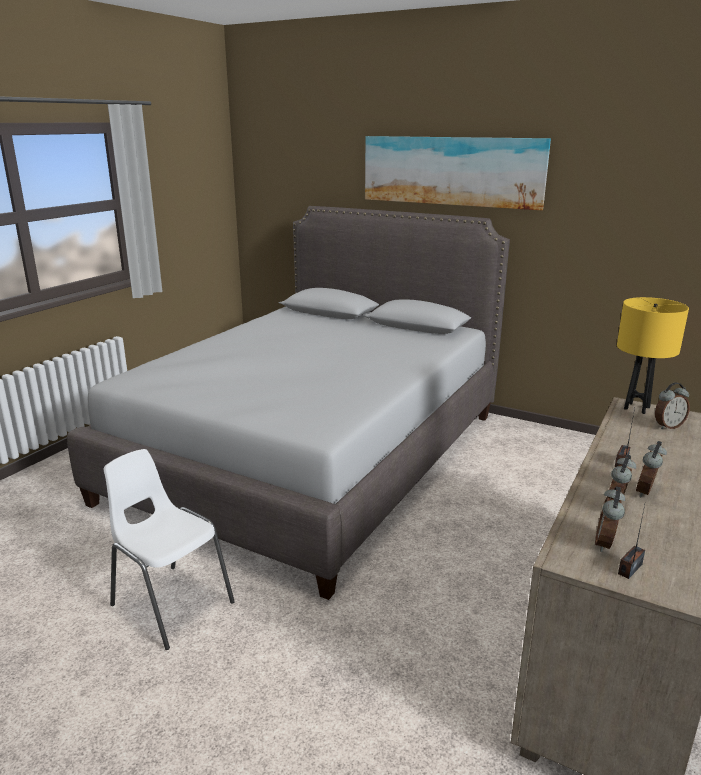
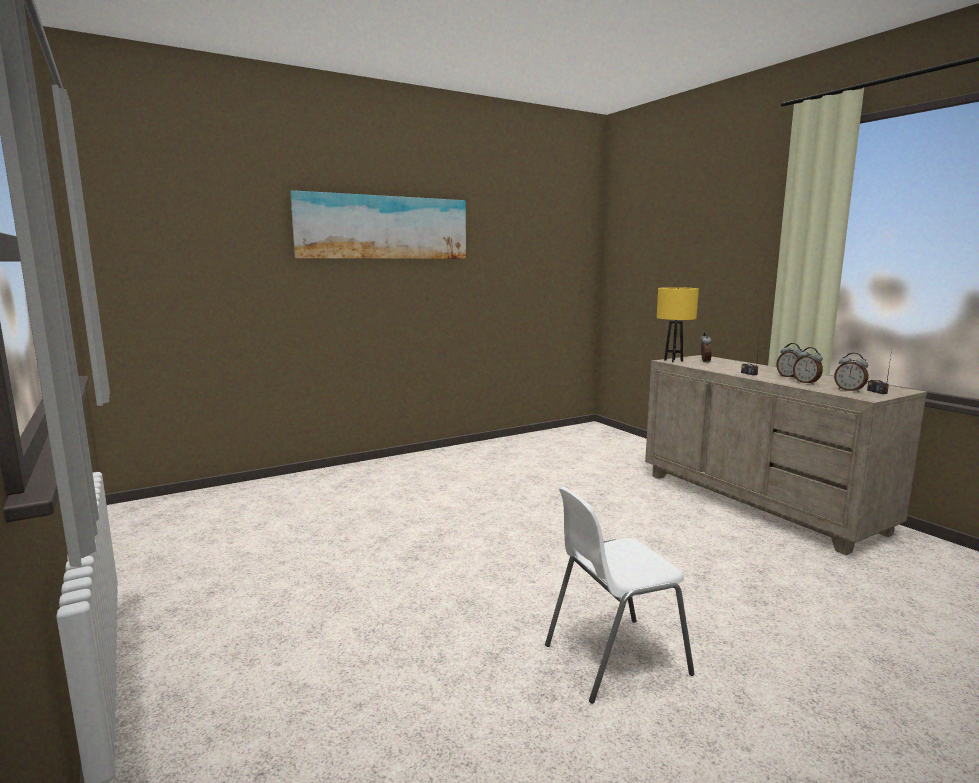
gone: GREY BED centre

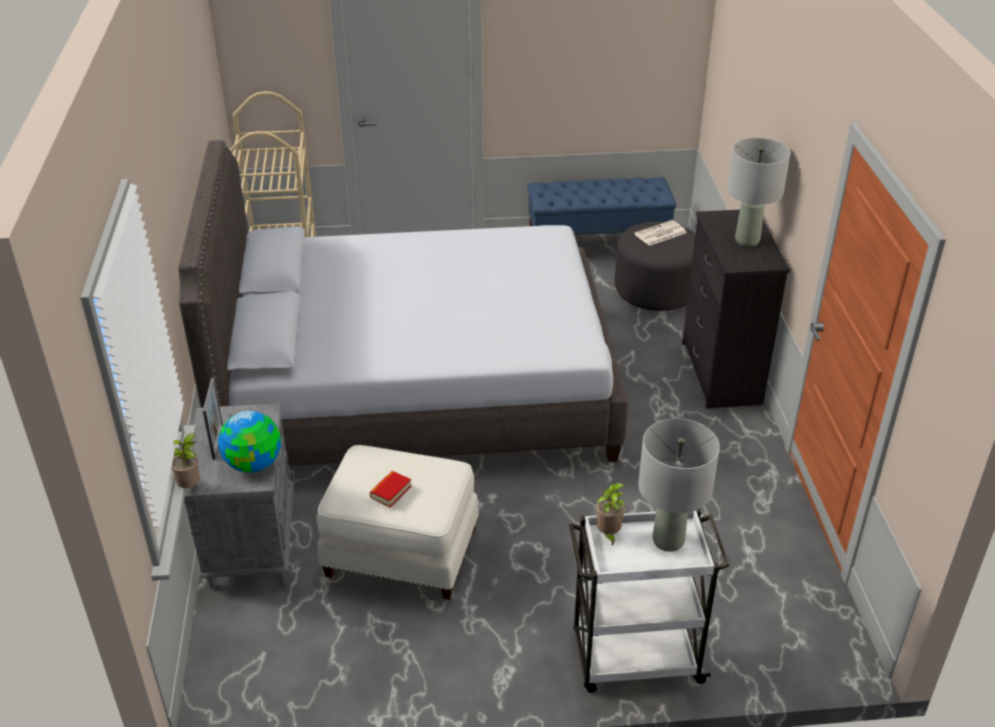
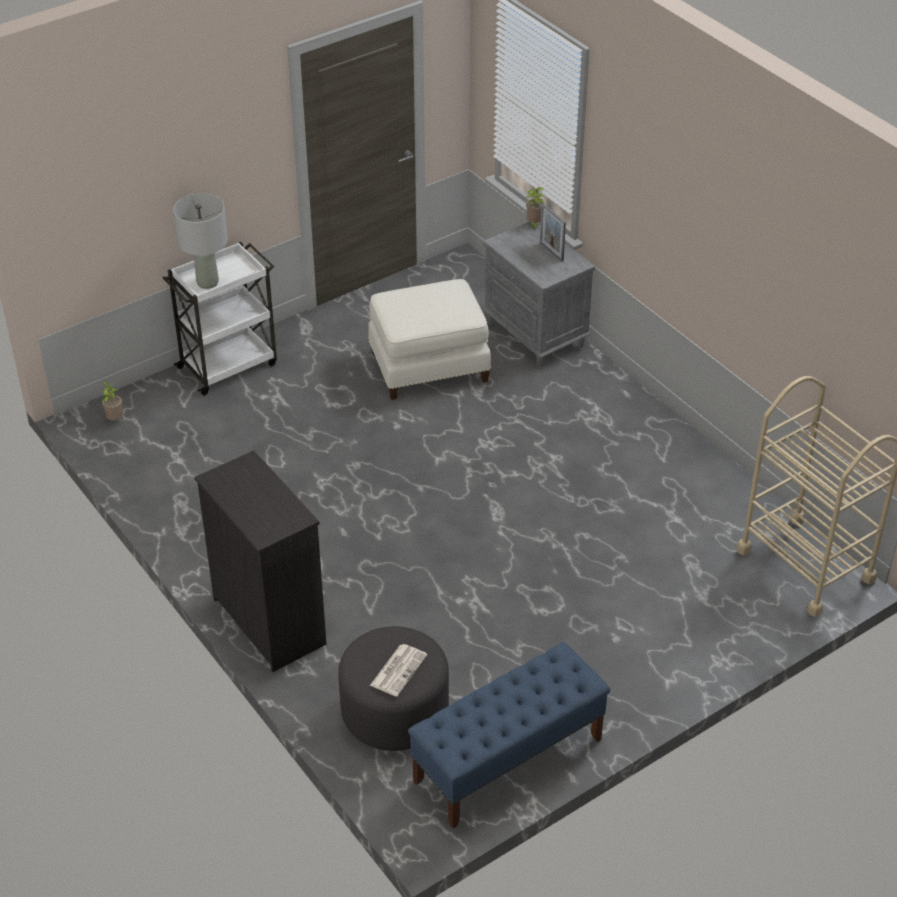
gone: GREY BED centre; GLOBE middle left; BOOK bottom centre; GREY TABLE LAMP (no. 2 from left) top right
shifted: POTTED PLANT (no. 2 from left in the first image) bottom centre to POTTED PLANT (no. 1 from left) middle left

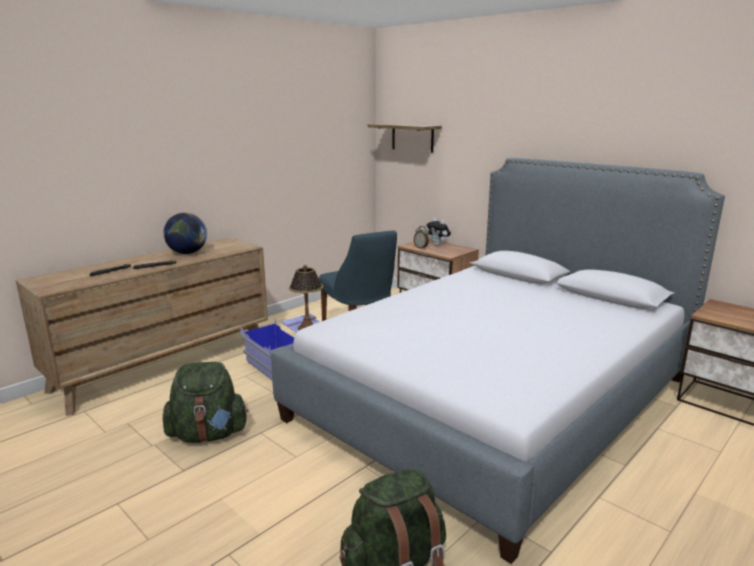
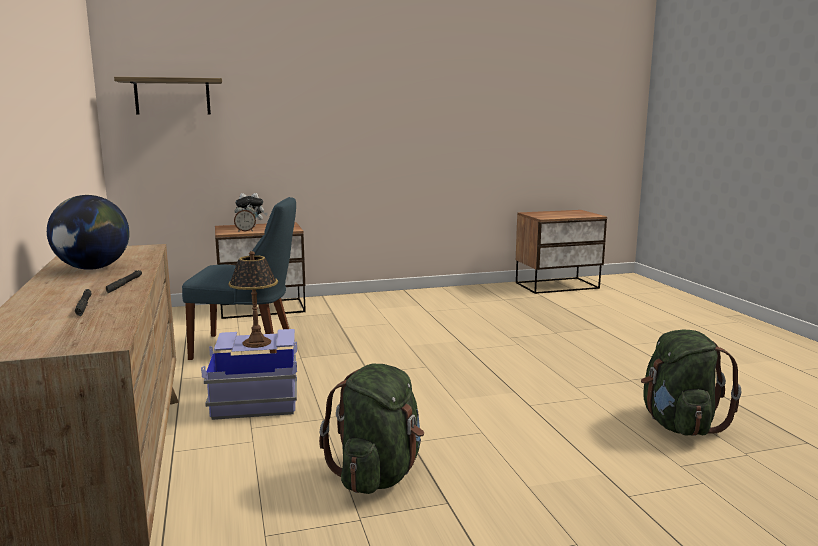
gone: BED centre

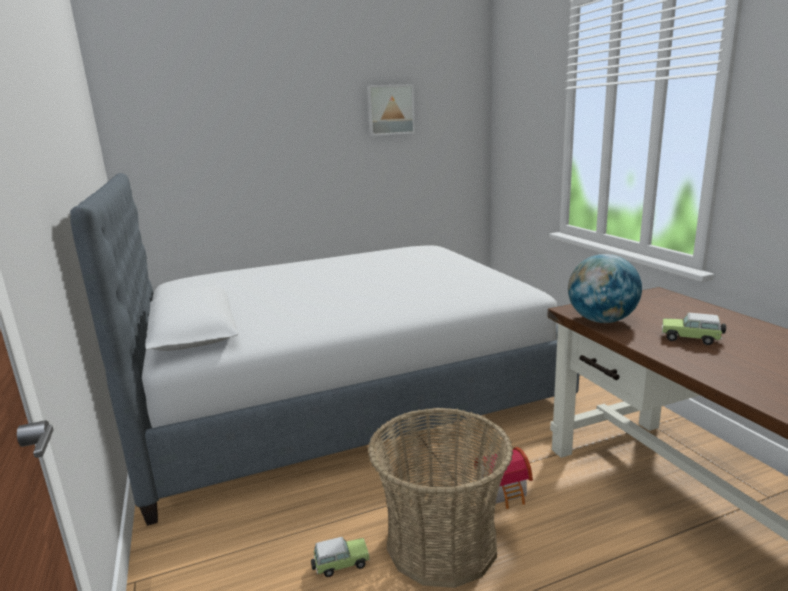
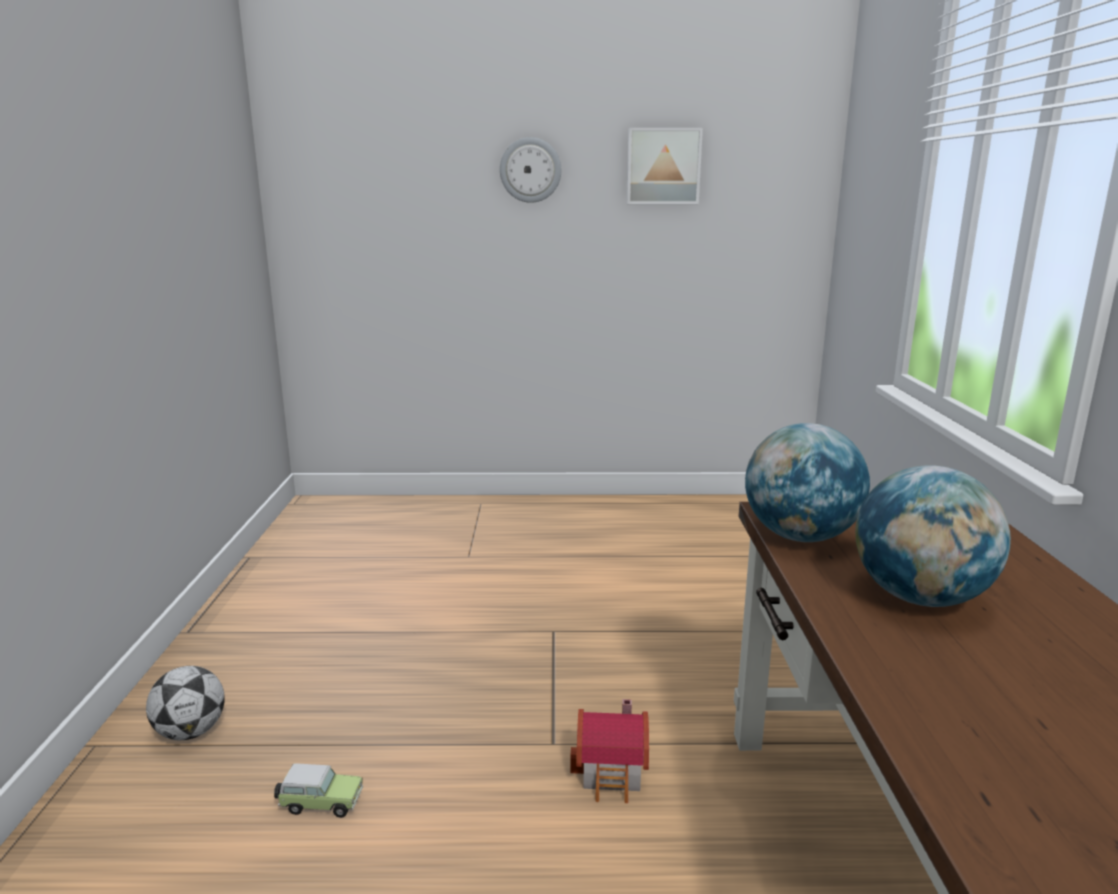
gone: BED centre; BASKET bottom centre
new: FOOTBALL bottom left; WALL CLOCK top centre
swapped: TOY CAR (no. 2 from left) middle right to GLOBE (no. 2 from left) middle right

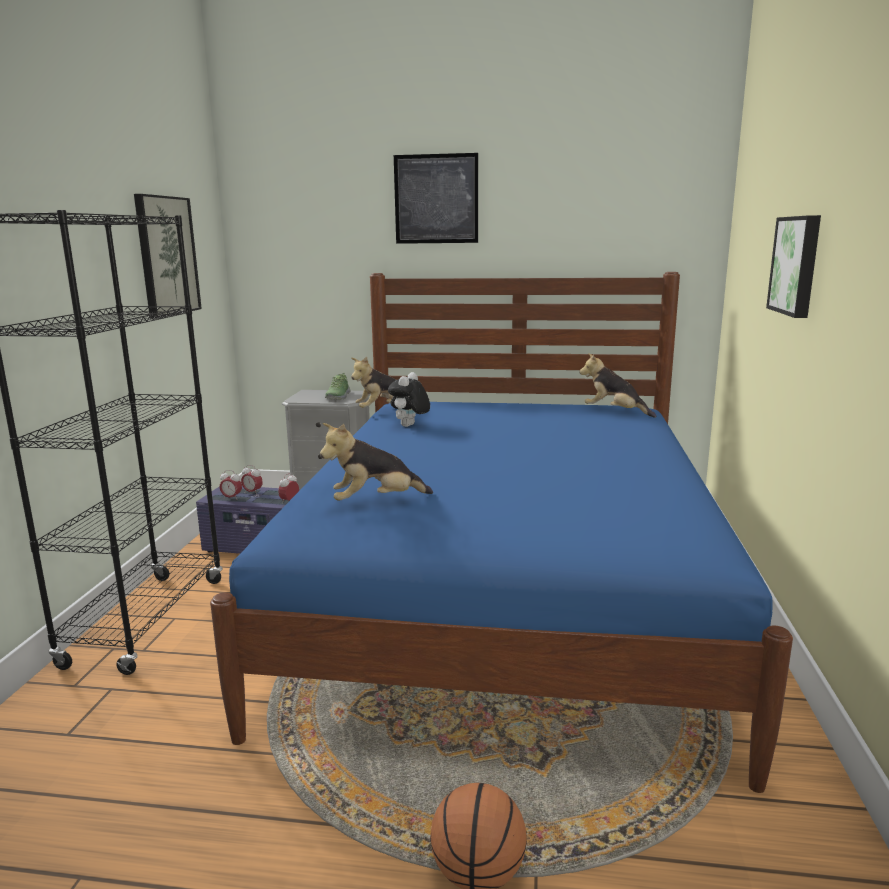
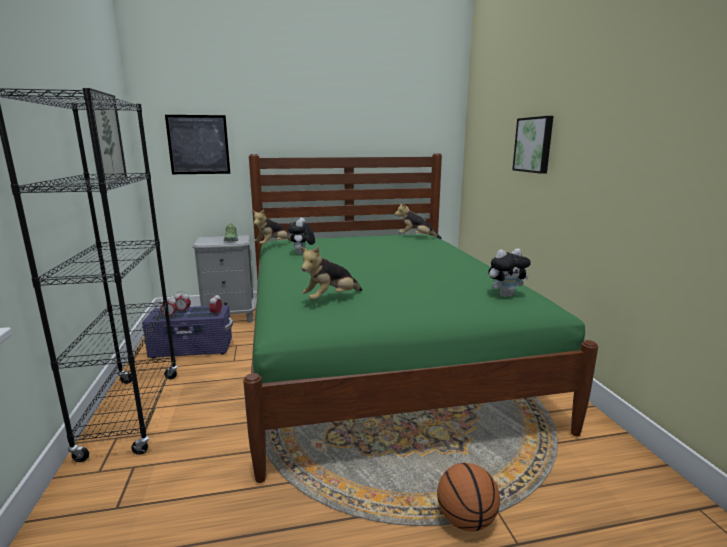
new: PLUSH TOY (no. 5 from left) middle right
shifted: PICTURE (no. 2 from left) top centre to top left
repainted: BLUE BED centre to GREEN BED centre

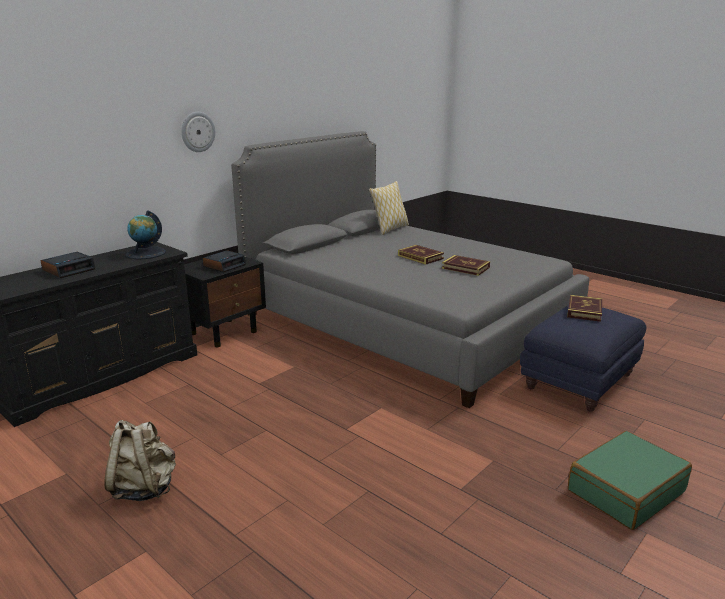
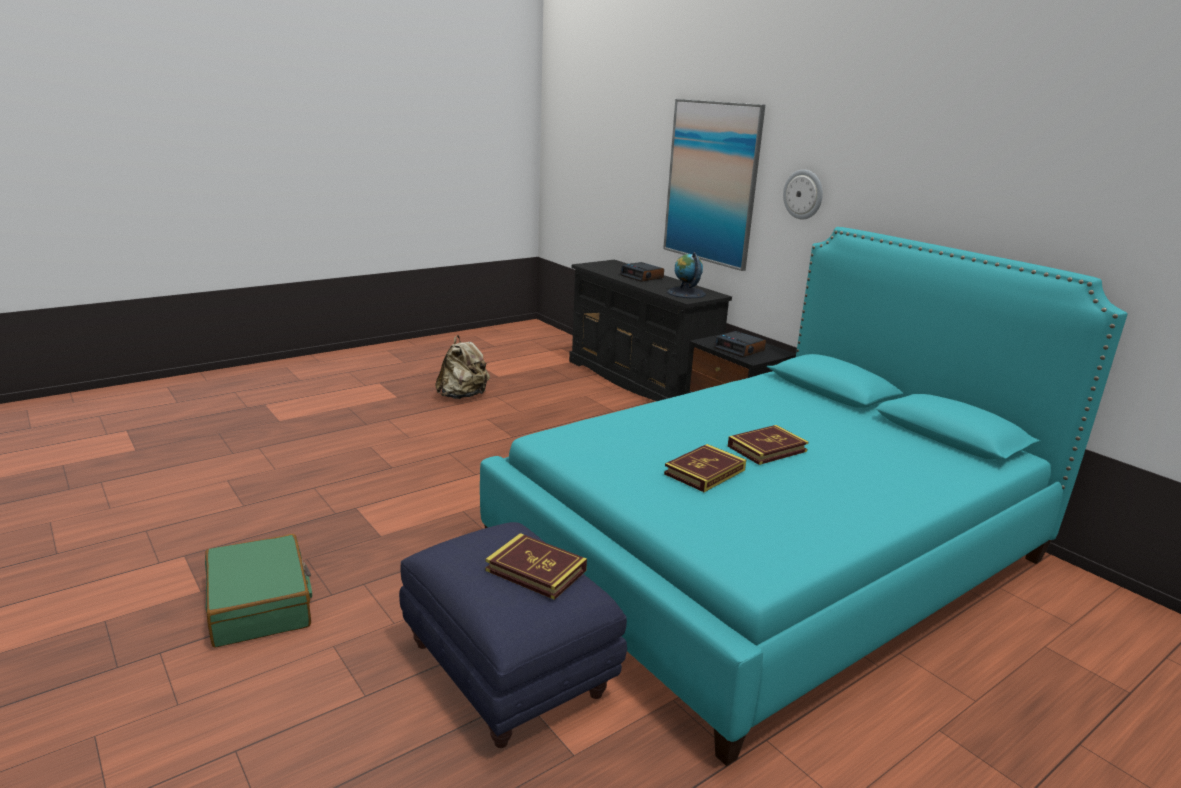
gone: PILLOW centre
new: PICTURE top centre
repainted: GREY BED centre to TURQUOISE BED middle right

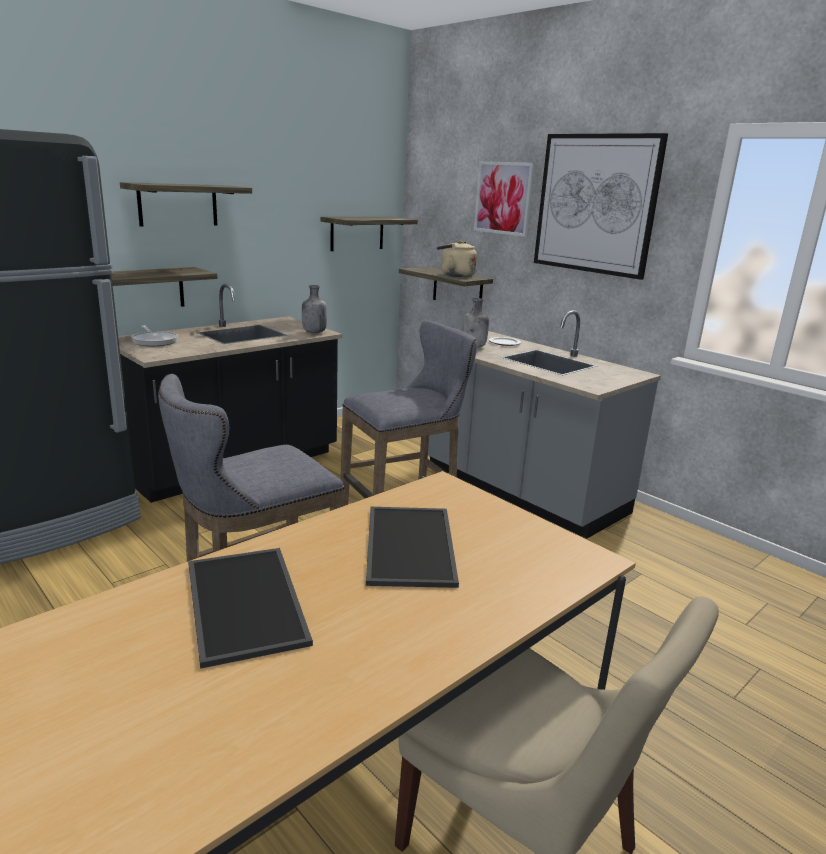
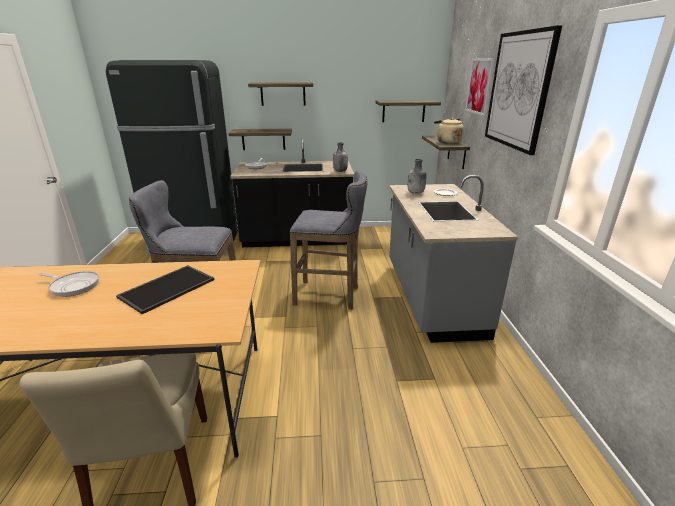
swapped: TRAY (no. 1 from left) bottom left to FRYING PAN (no. 1 from left) middle left

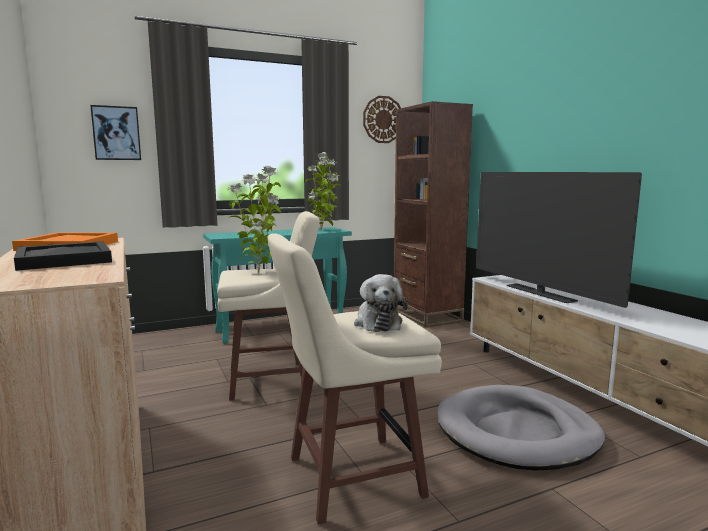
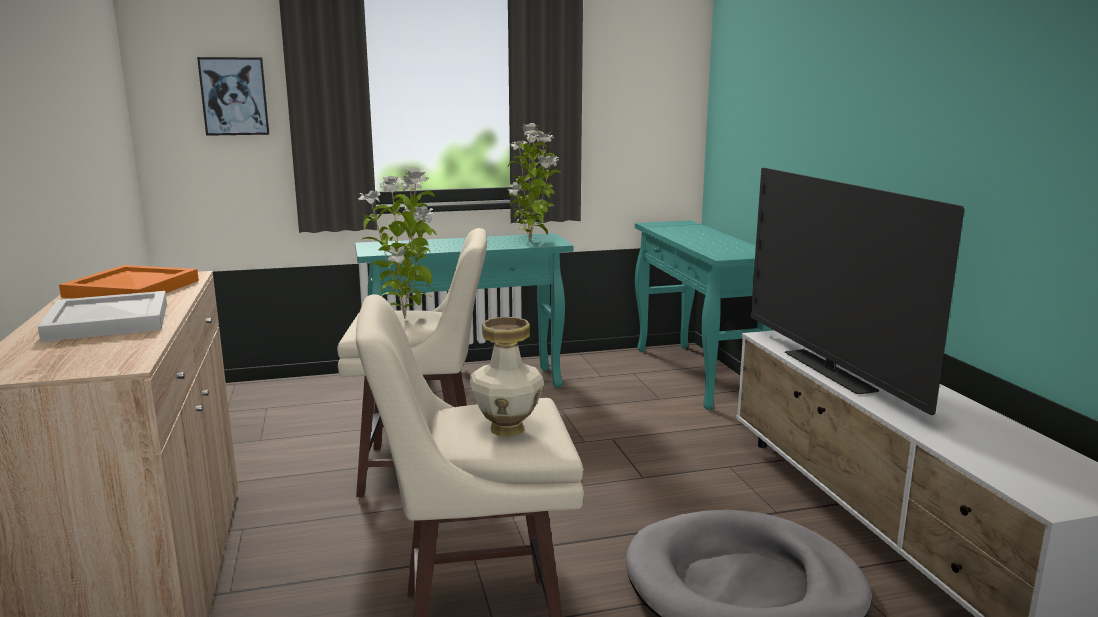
gone: WALL CLOCK top centre
swapped: PLUSH TOY centre to VASE centre; BROWN BOOKCASE centre to TURQUOISE CONSOLE TABLE (no. 2 from left) centre
repainted: BLACK TRAY middle left to WHITE TRAY middle left

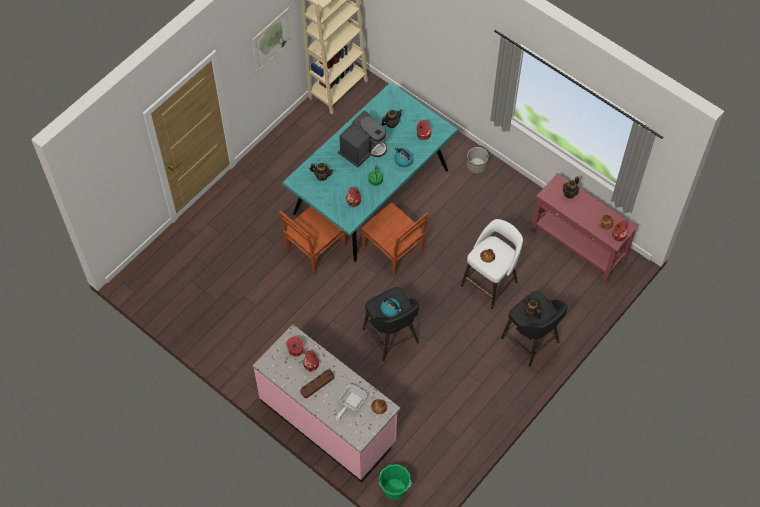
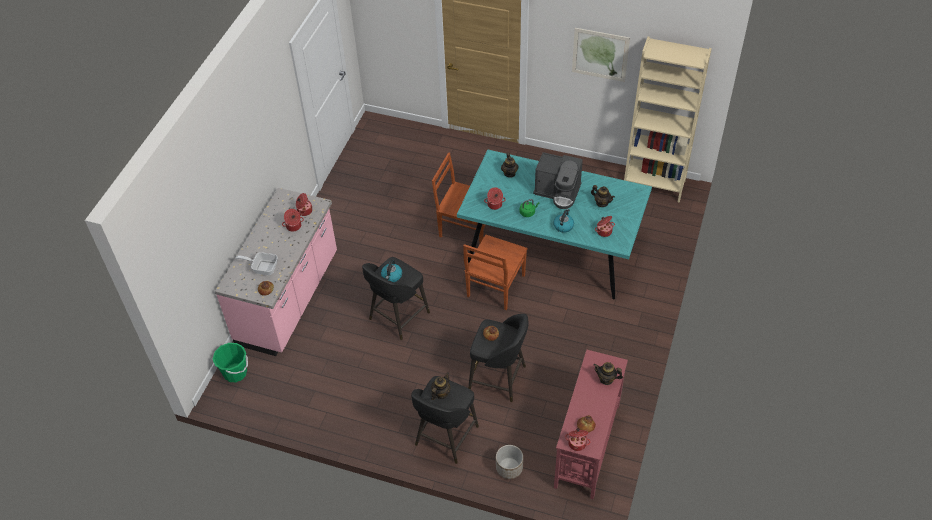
gone: BROWN TRAY bottom centre
shifted: PLANTER top centre to bottom centre
repainted: WHITE STOOL centre to BLACK STOOL (no. 3 from left) bottom centre

